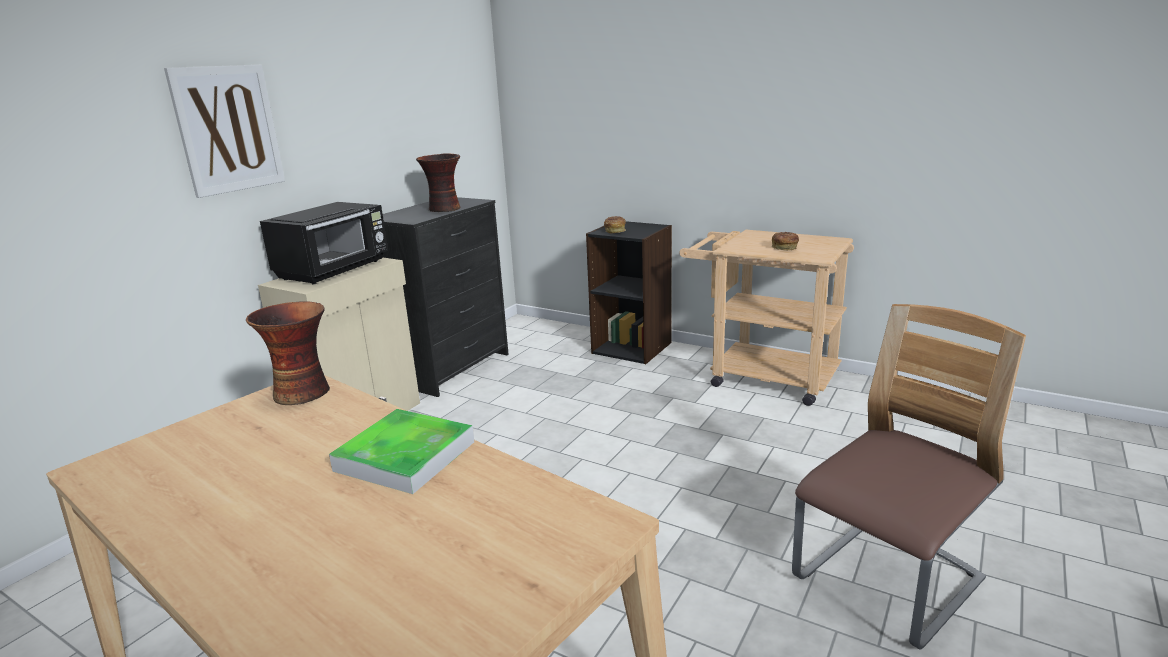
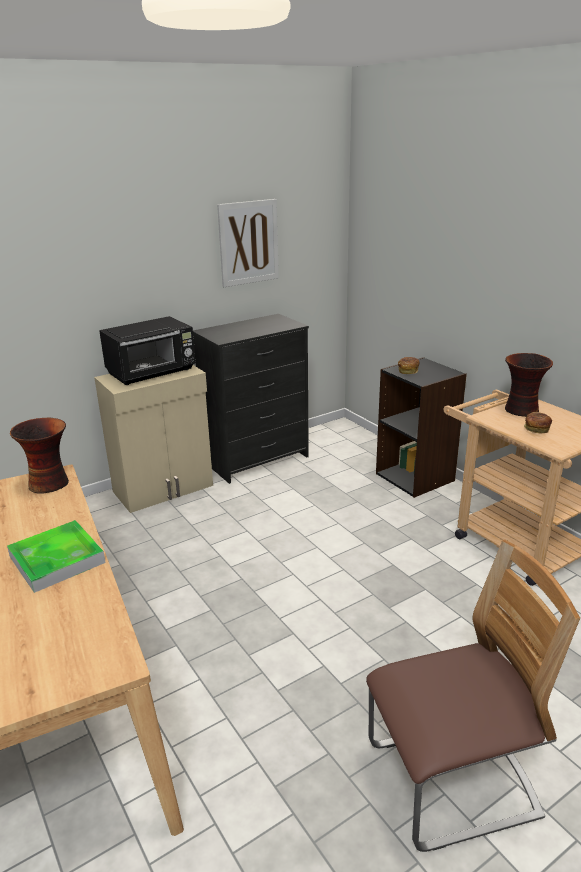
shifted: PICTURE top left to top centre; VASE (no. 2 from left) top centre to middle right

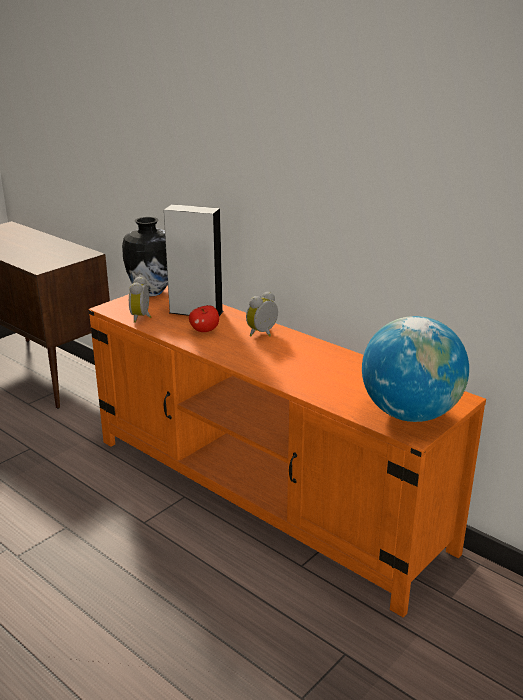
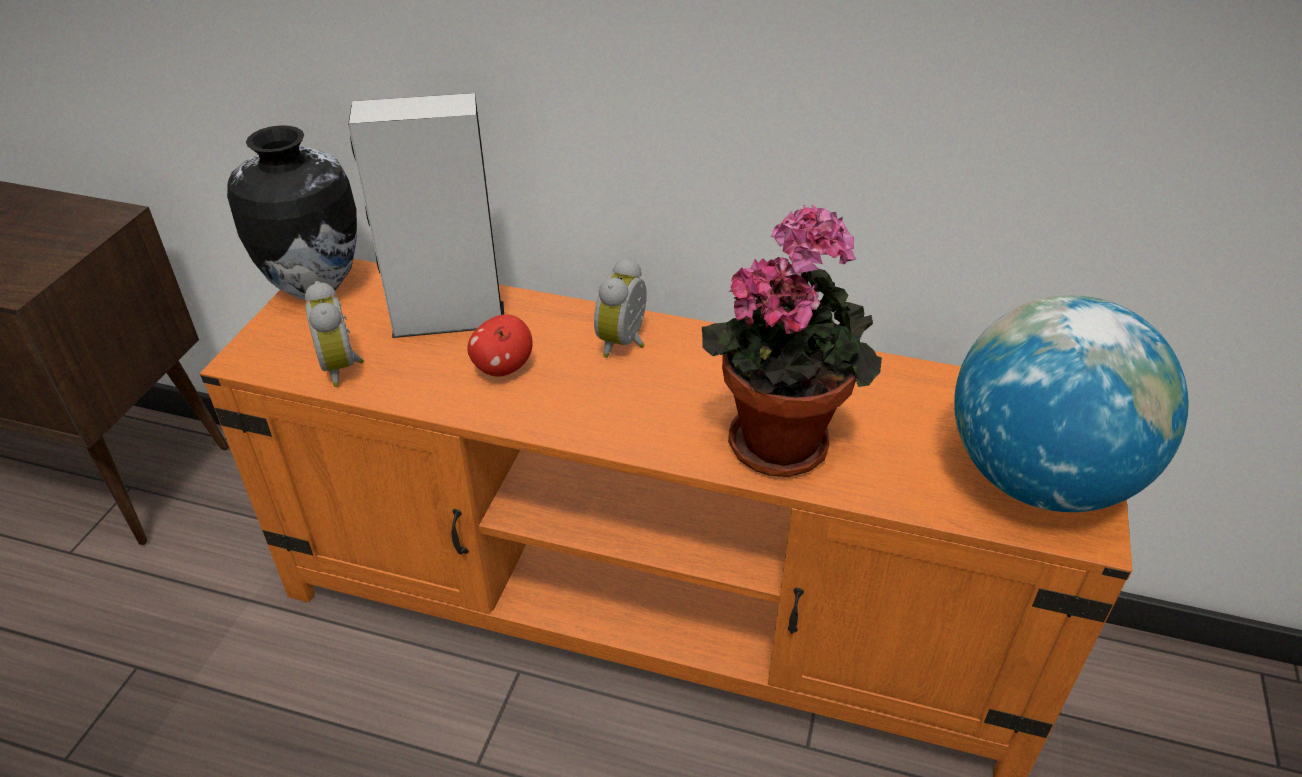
new: POTTED PLANT centre

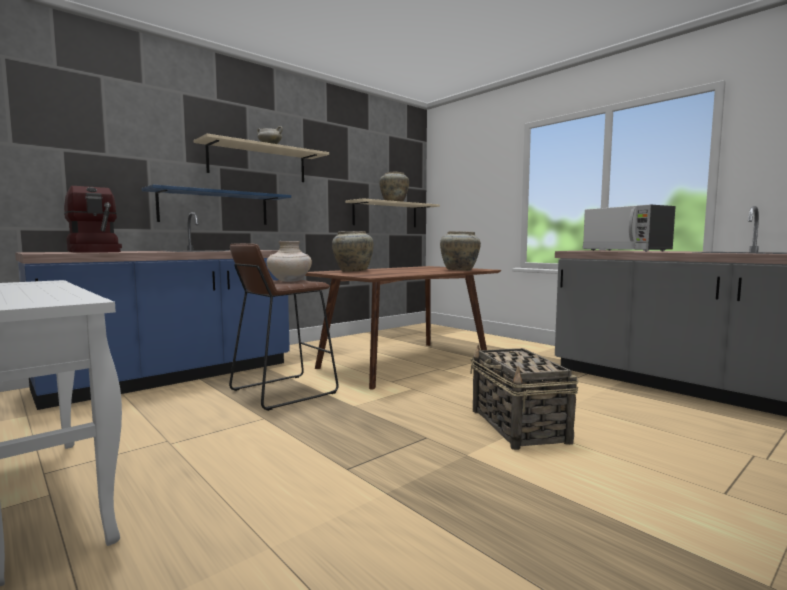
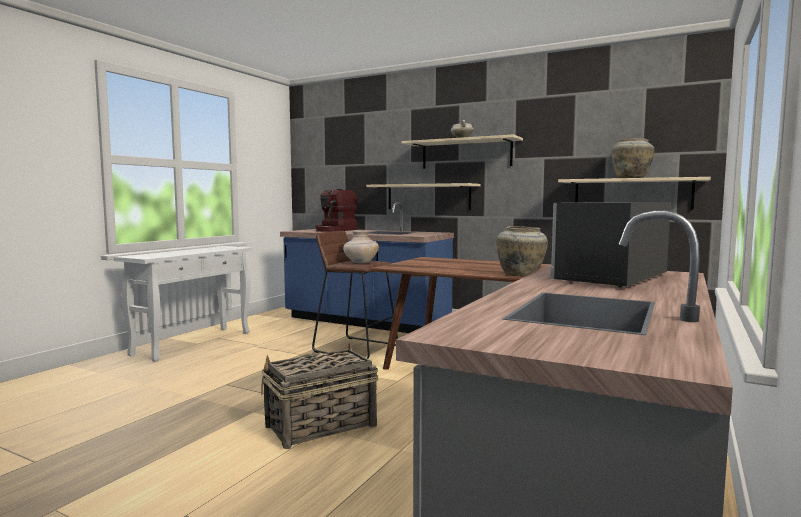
gone: BEIGE VASE (no. 2 from left) centre
repainted: BLUE SHELF middle left to BEIGE SHELF (no. 1 from left) centre

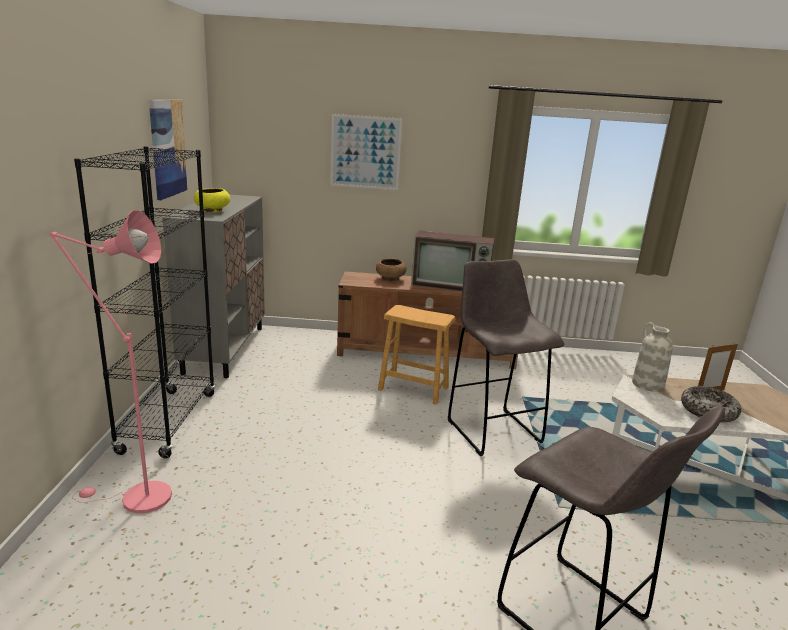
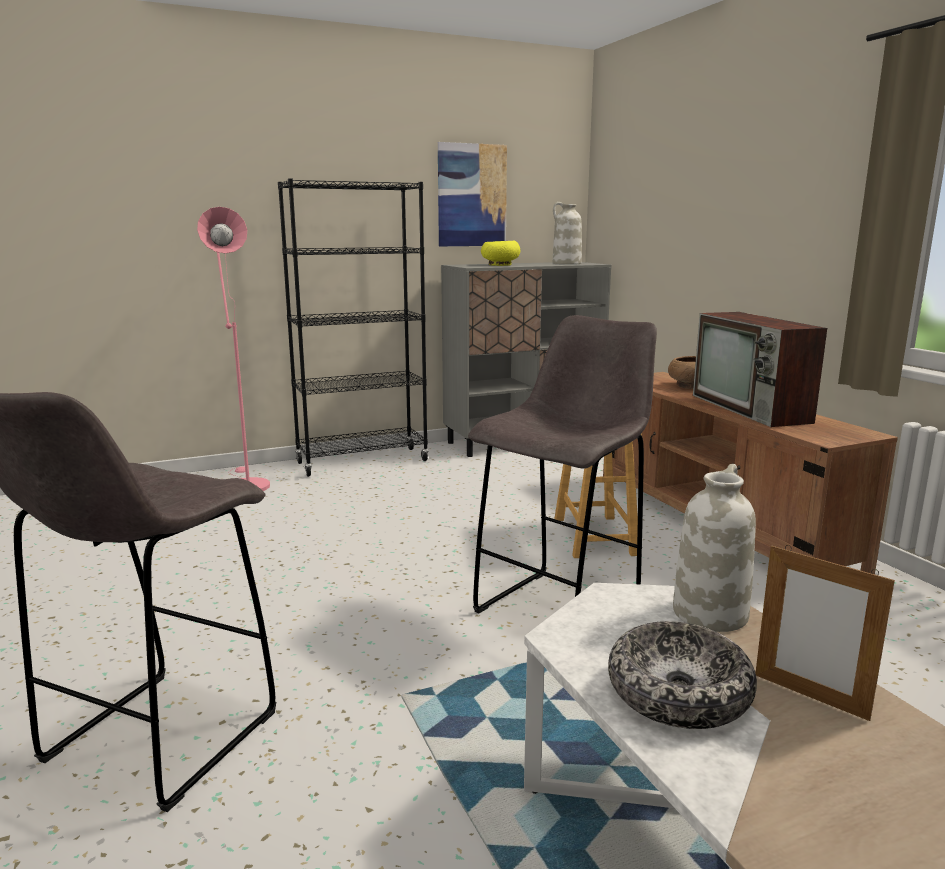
gone: PICTURE (no. 2 from left) top centre
new: WHITE VASE (no. 1 from left) top centre

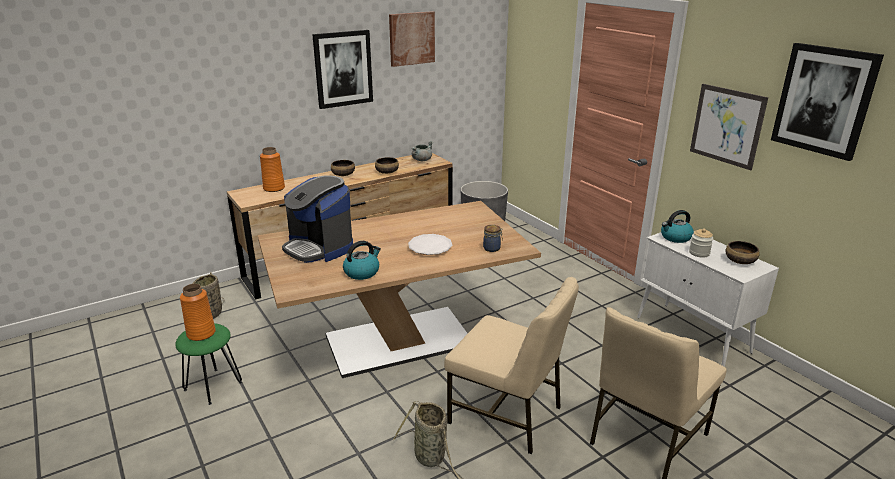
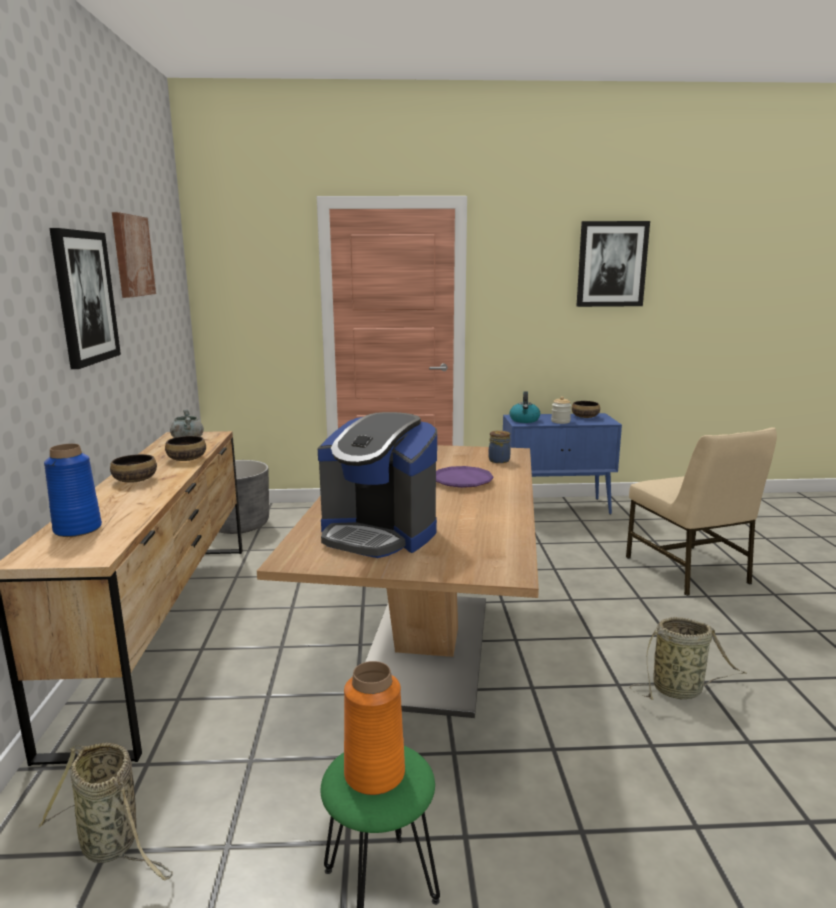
gone: KETTLE (no. 1 from left) centre; BEIGE CHAIR (no. 1 from left) bottom centre; PICTURE (no. 3 from left) top right
repainted: ORANGE VASE (no. 2 from left) middle left to BLUE VASE middle left; WHITE PLATE centre to PURPLE PLATE centre; WHITE CABINET middle right to BLUE CABINET middle right
rotated: COFFEE MACHINE centre = centre 45 degrees clockwise

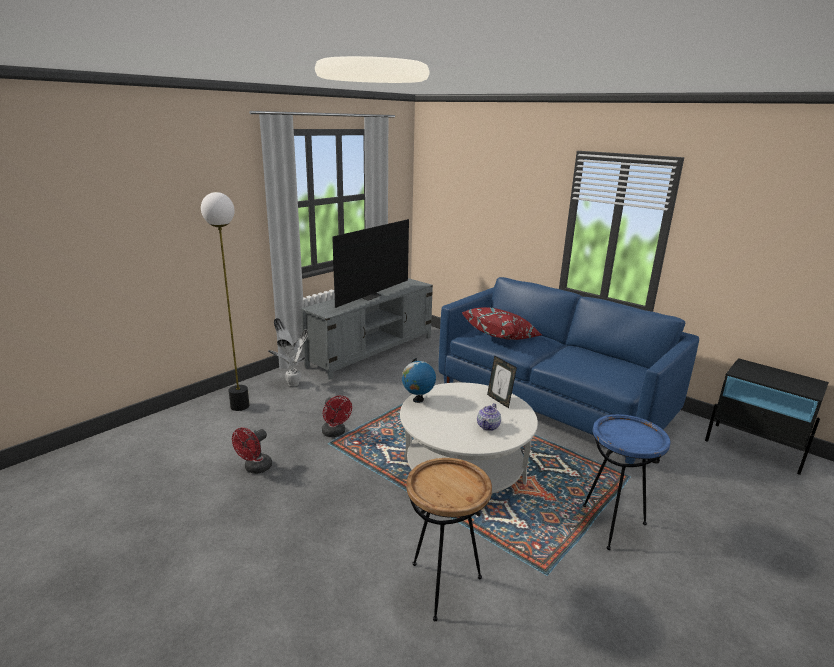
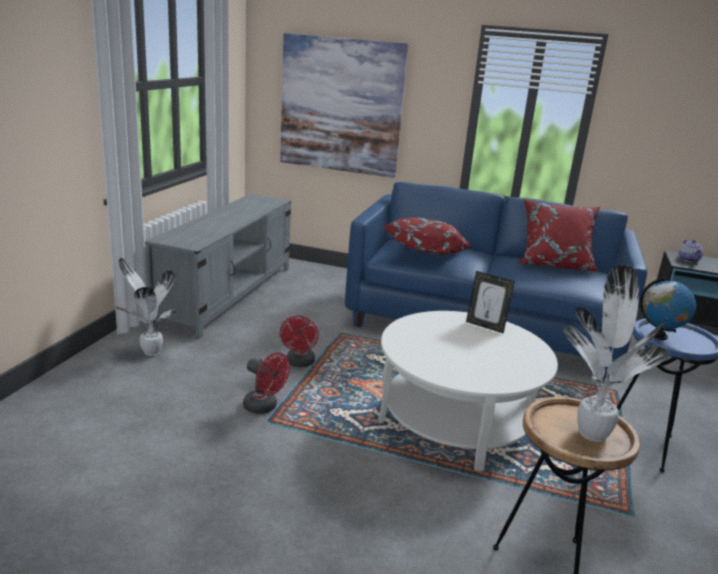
gone: FLOOR LAMP middle left; TELEVISION centre
new: PICTURE top centre; RED PILLOW (no. 2 from left) middle right; POTTED PLANT (no. 2 from left) middle right
shifted: RED FAN (no. 1 from left in the first image) bottom left to RED FAN (no. 2 from left) centre; GLOBE centre to middle right; TEAPOT centre to middle right

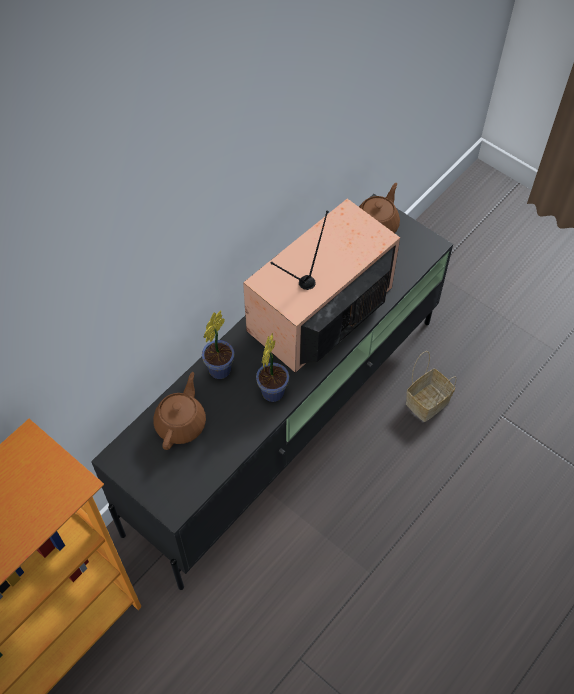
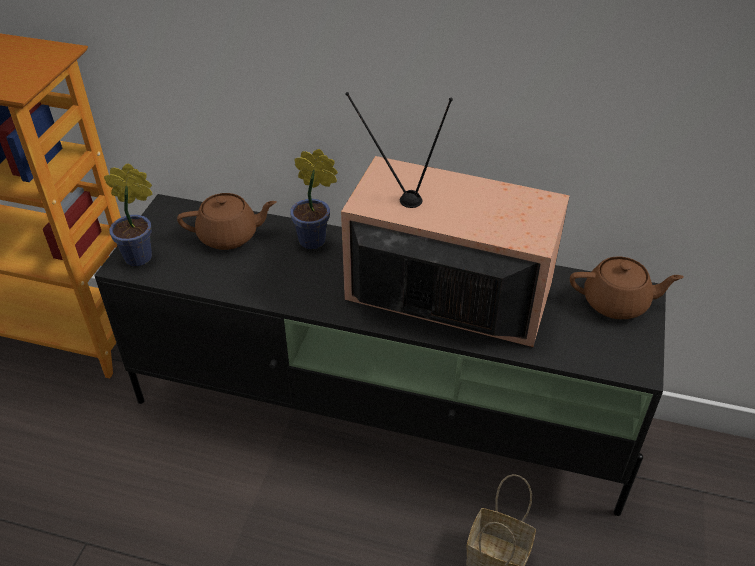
shifted: POTTED PLANT (no. 2 from left in the first image) centre to POTTED PLANT (no. 1 from left) middle left

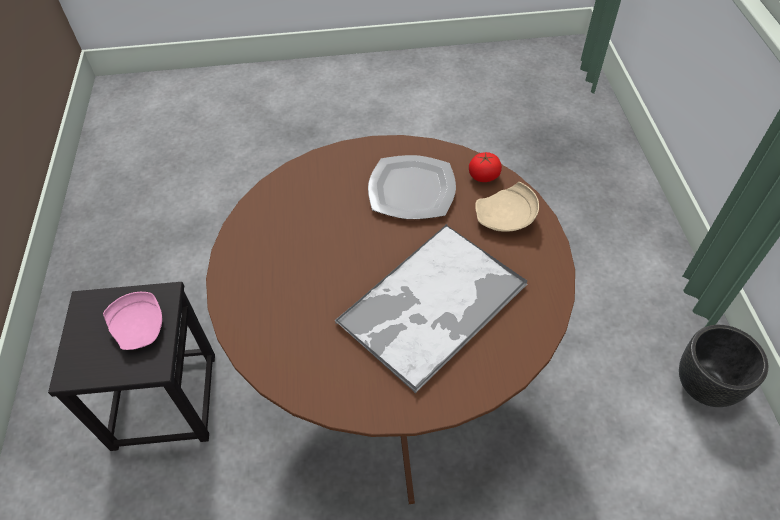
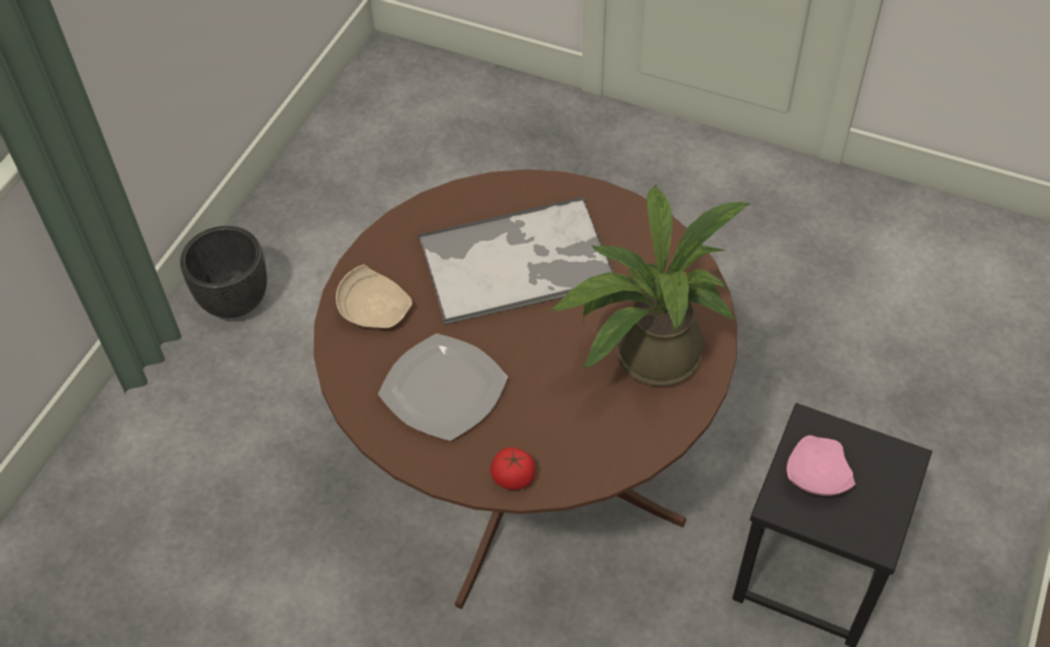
new: POTTED PLANT centre
shifted: TOMATO top centre to bottom centre

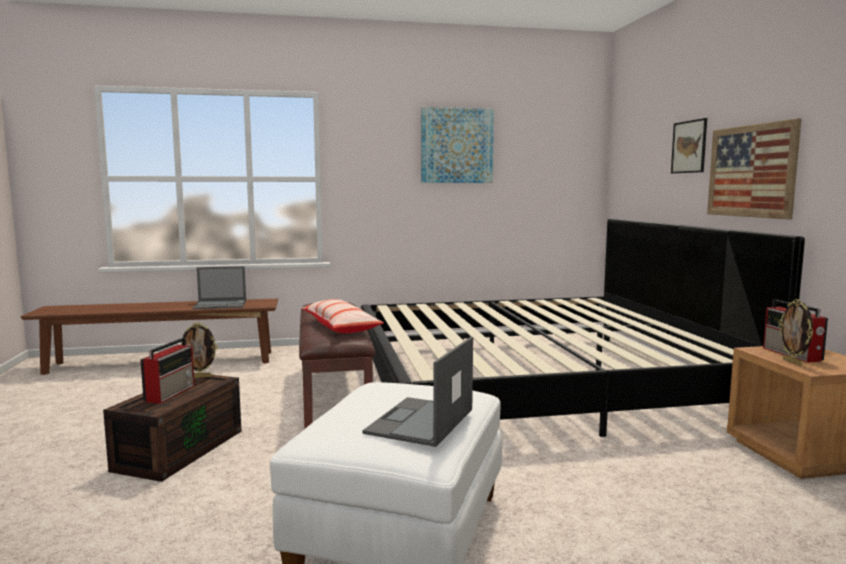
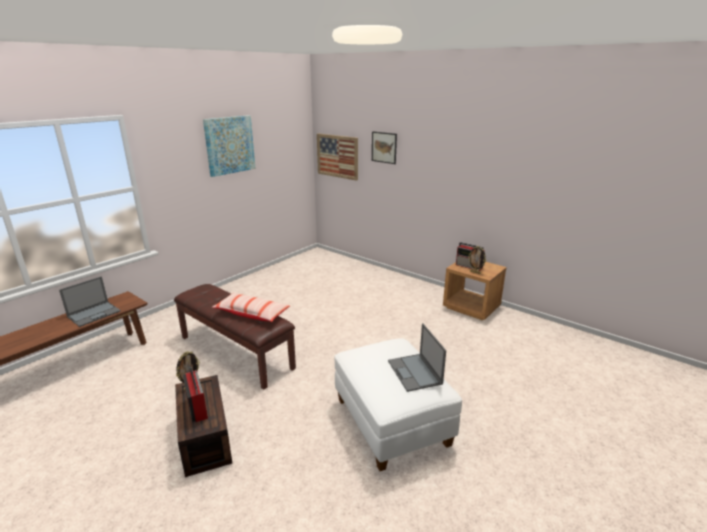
gone: BED middle right
shifted: PICTURE (no. 3 from left in the first image) top right to PICTURE (no. 2 from left) top centre

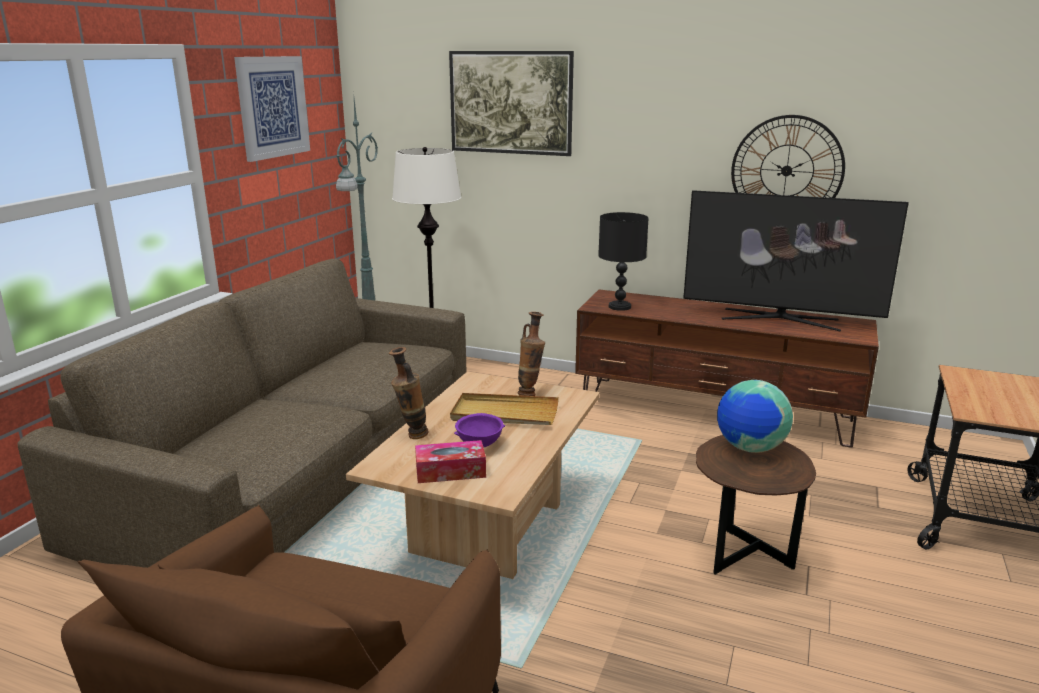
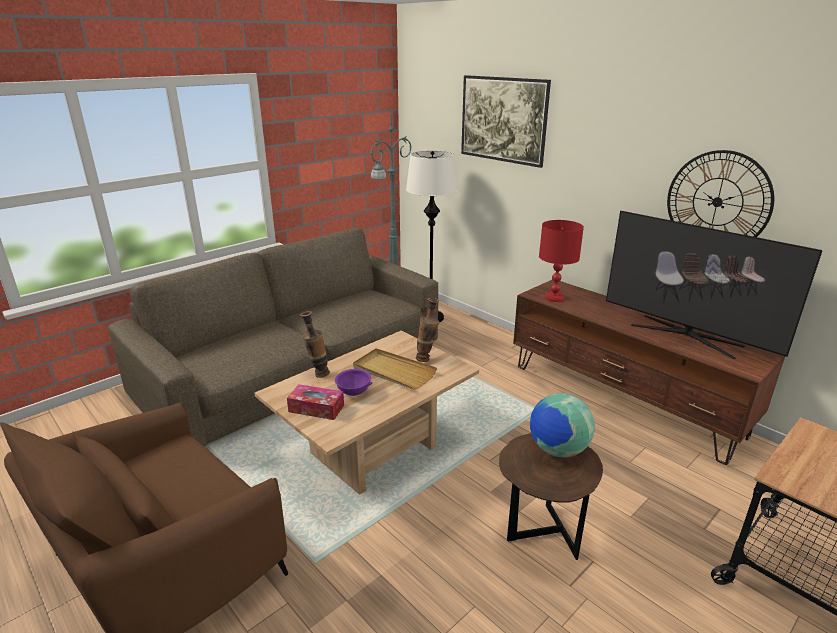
gone: PICTURE (no. 1 from left) top left
repainted: BLACK TABLE LAMP centre to RED TABLE LAMP middle right

